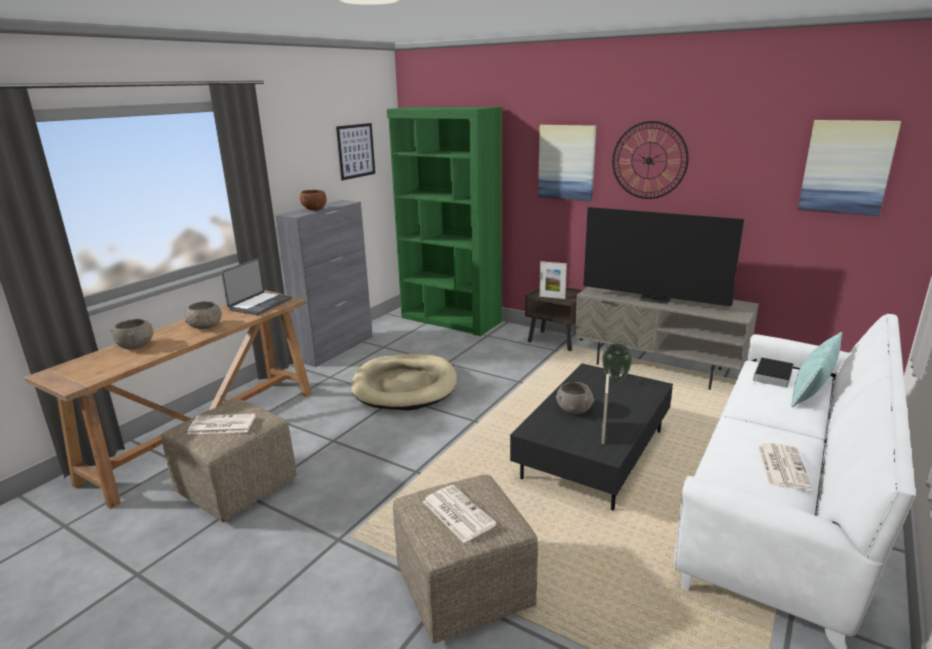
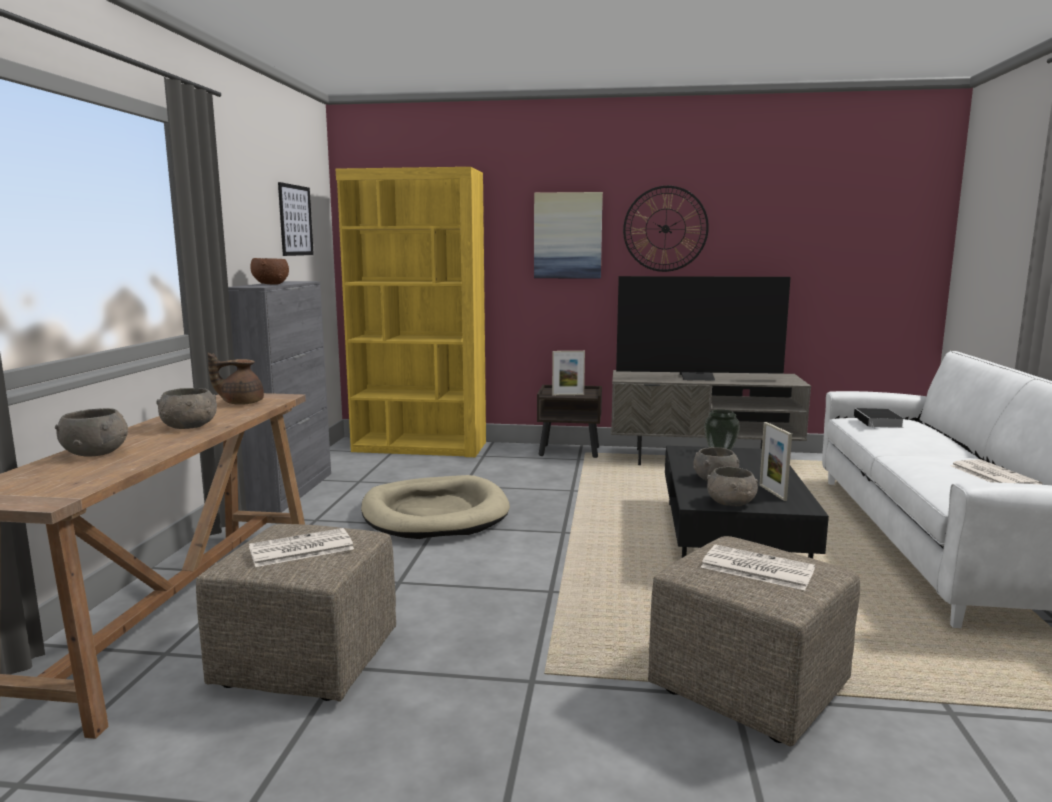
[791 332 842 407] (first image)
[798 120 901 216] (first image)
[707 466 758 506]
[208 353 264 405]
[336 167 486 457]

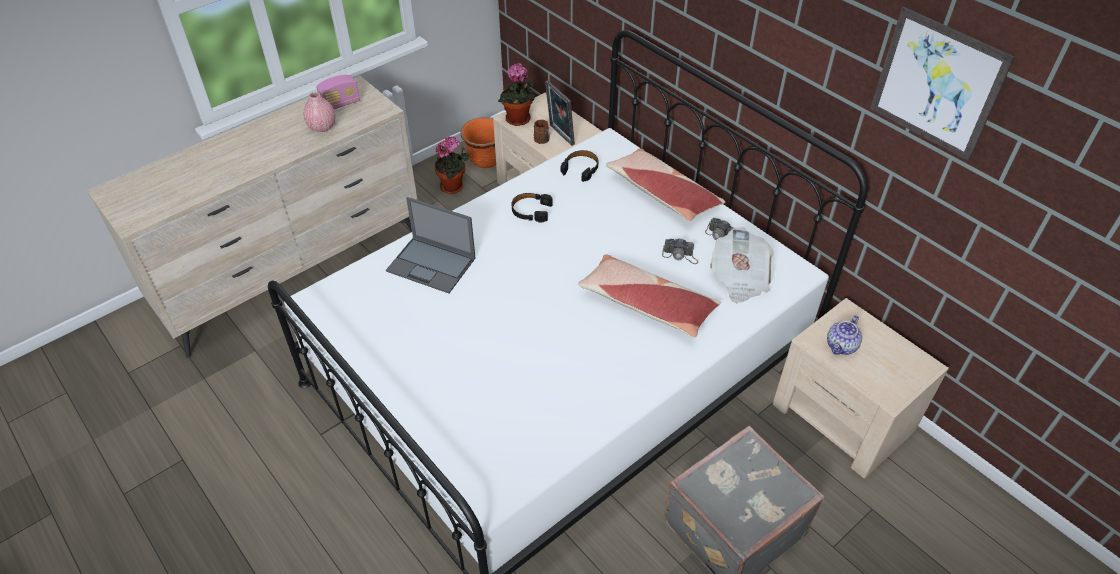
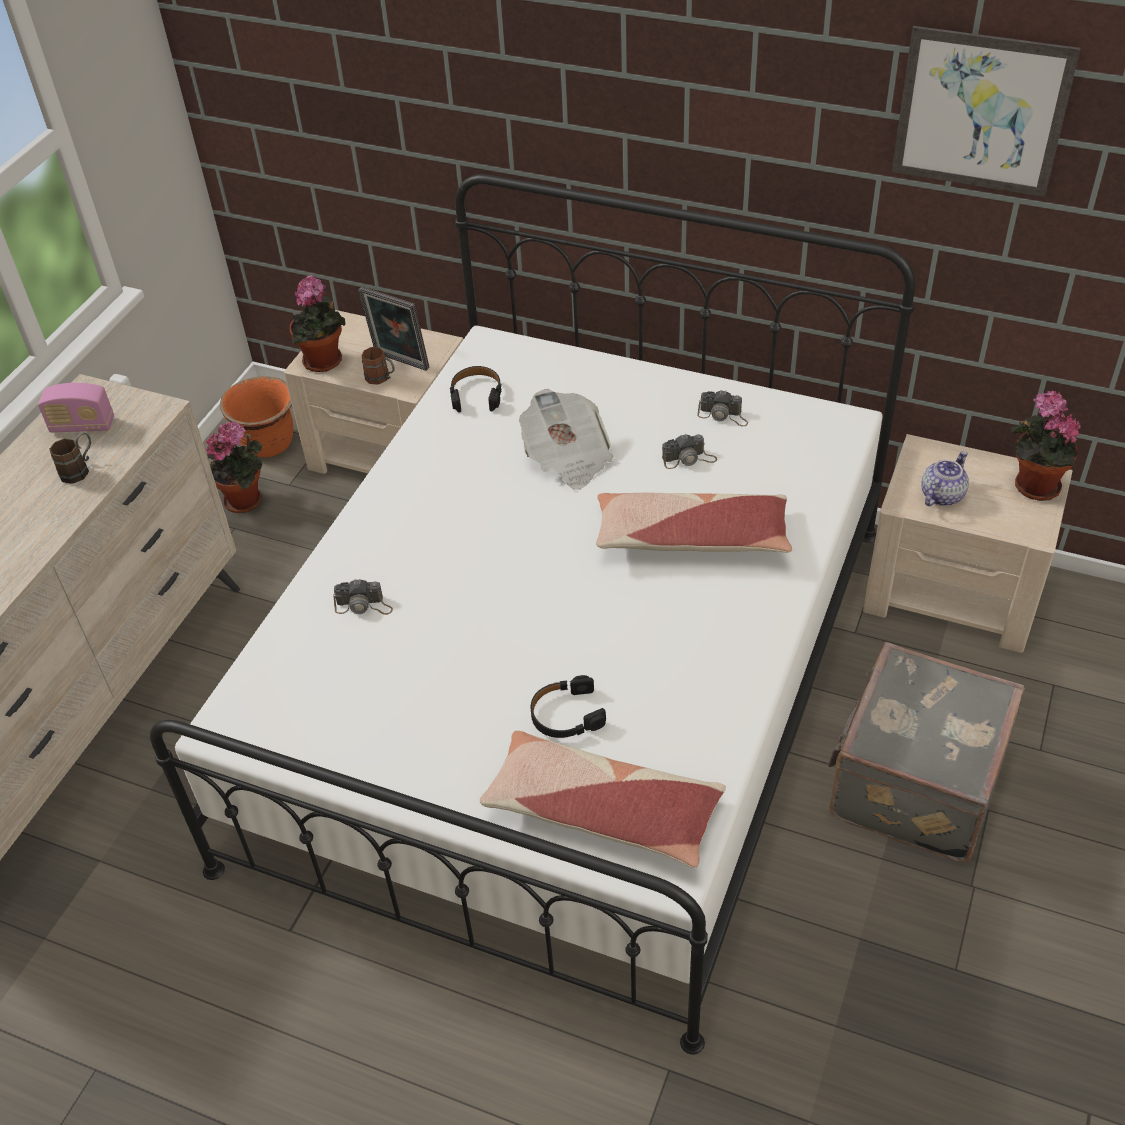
[1011 390 1081 501]
[531 675 606 738]
[480 731 726 868]
[519 389 614 490]
[49 432 91 484]
[333 579 393 615]
[38 383 114 433]
[921 451 969 506]

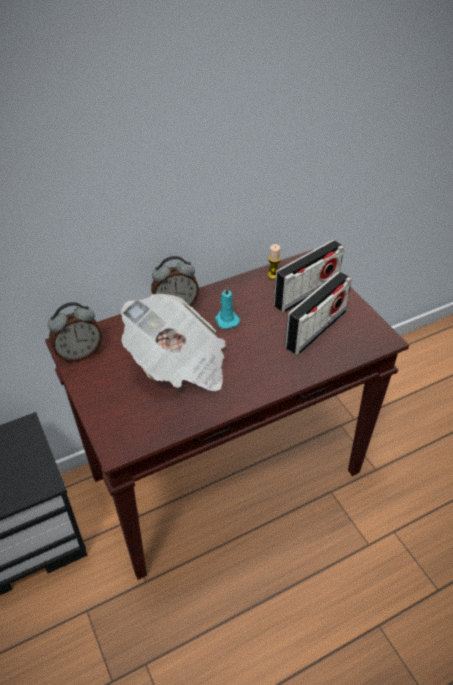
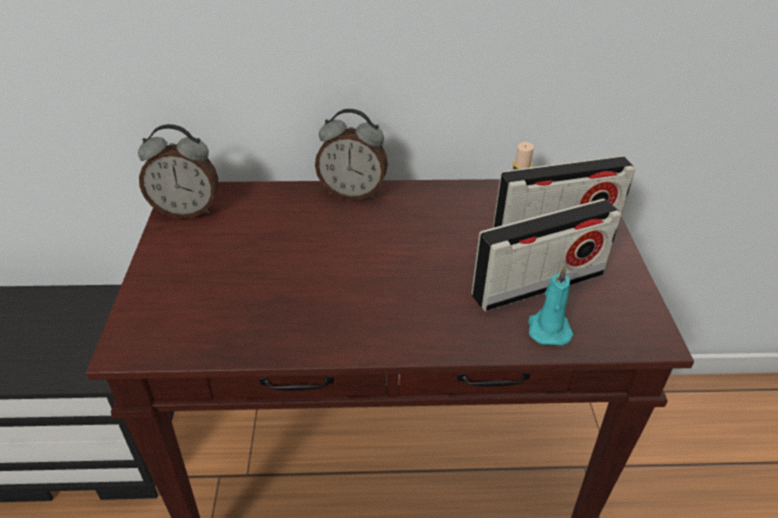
[121 294 226 392] (first image)
[528 266 573 346]

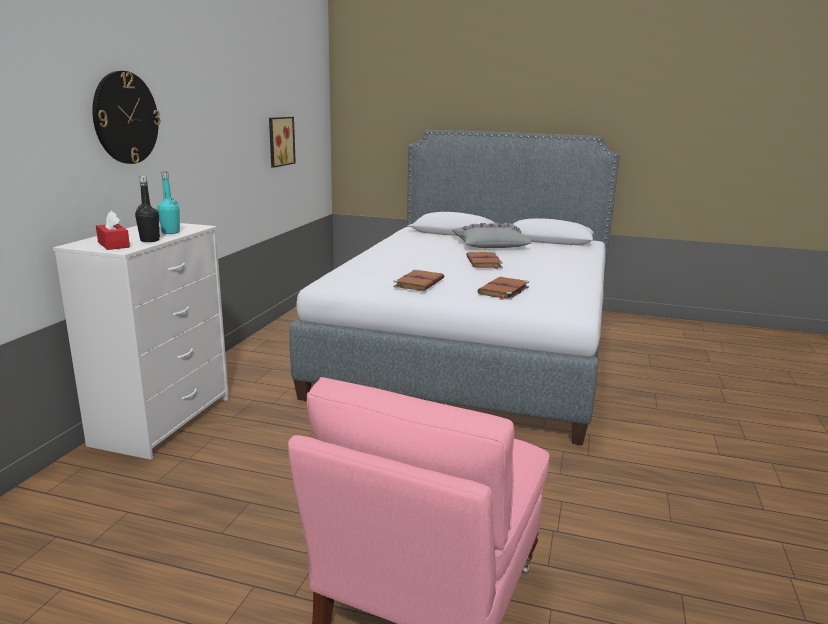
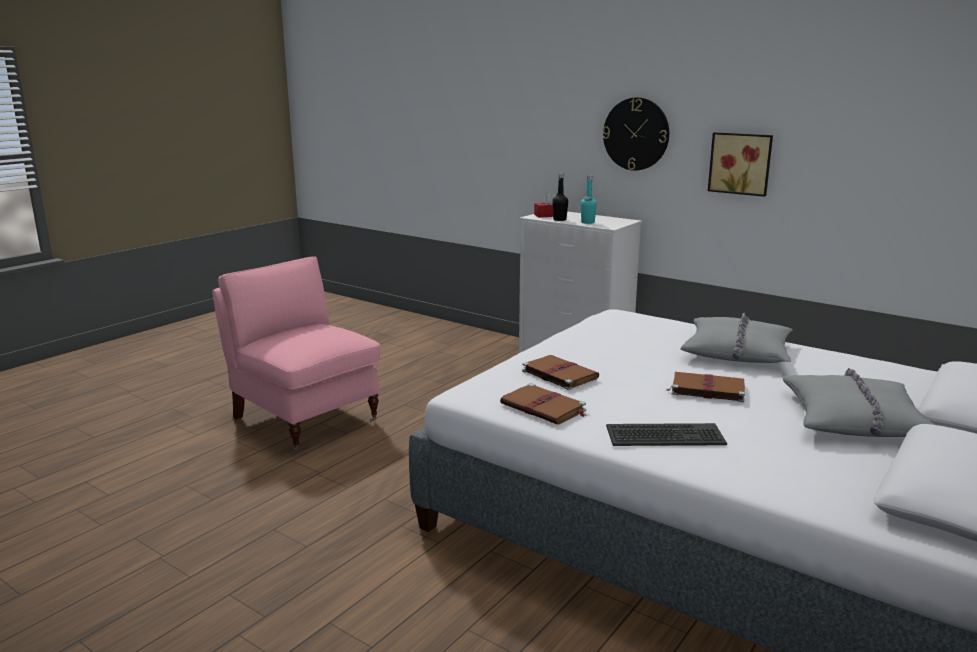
[606 423 727 446]
[681 313 792 363]
[708 132 773 197]
[500 383 586 424]

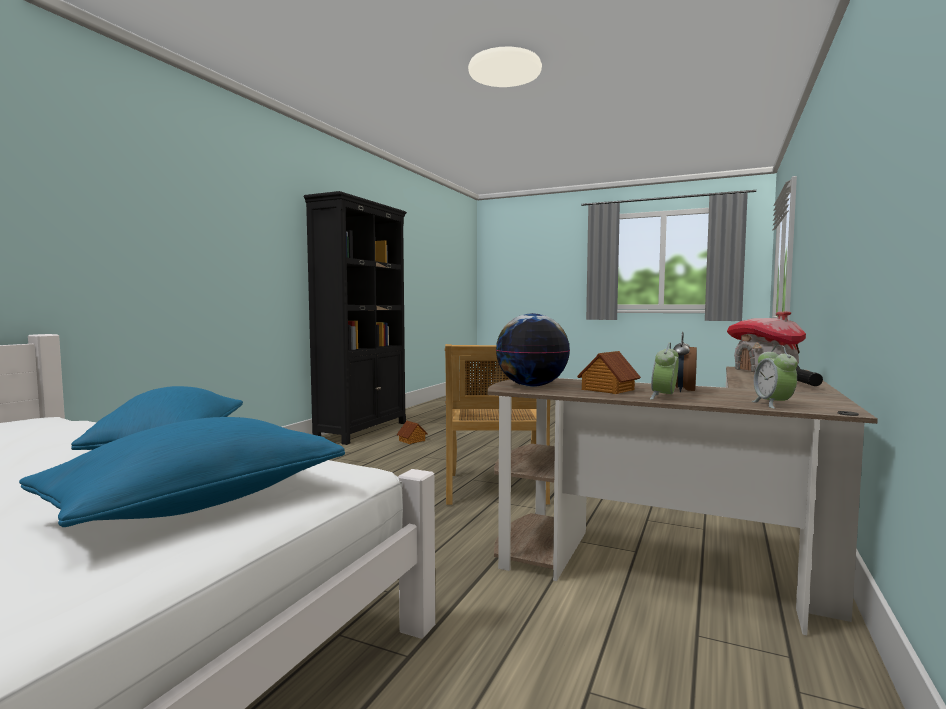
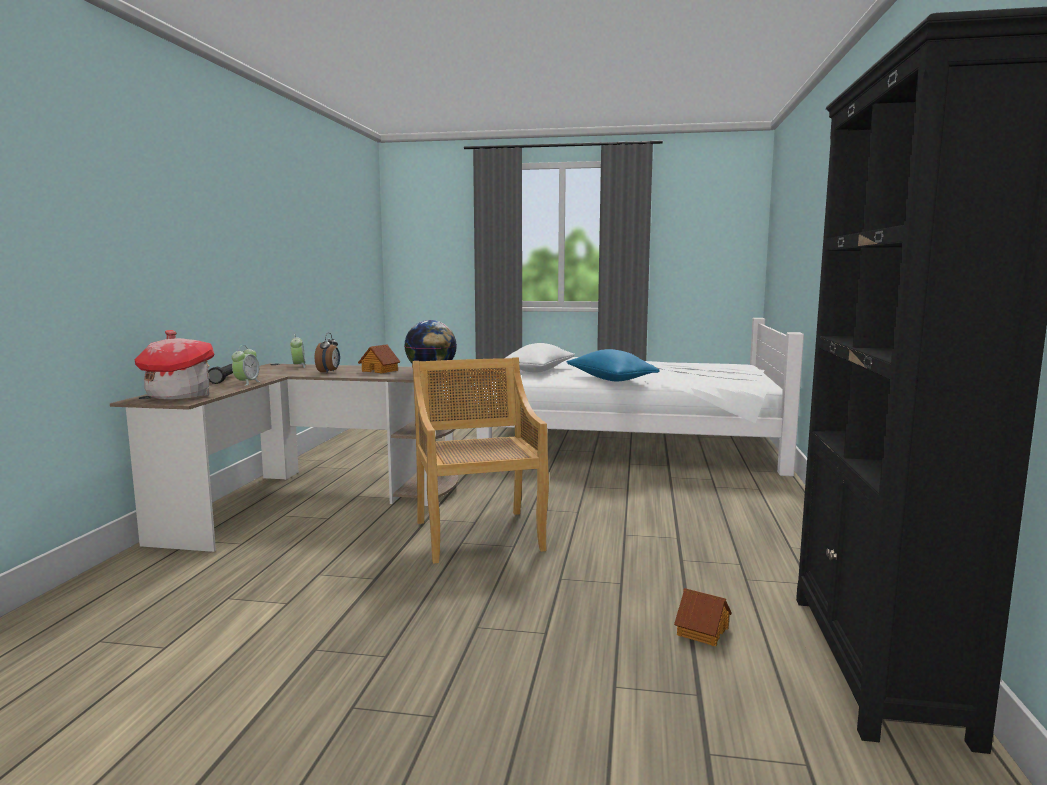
[232 345 261 386]
[506 343 575 373]

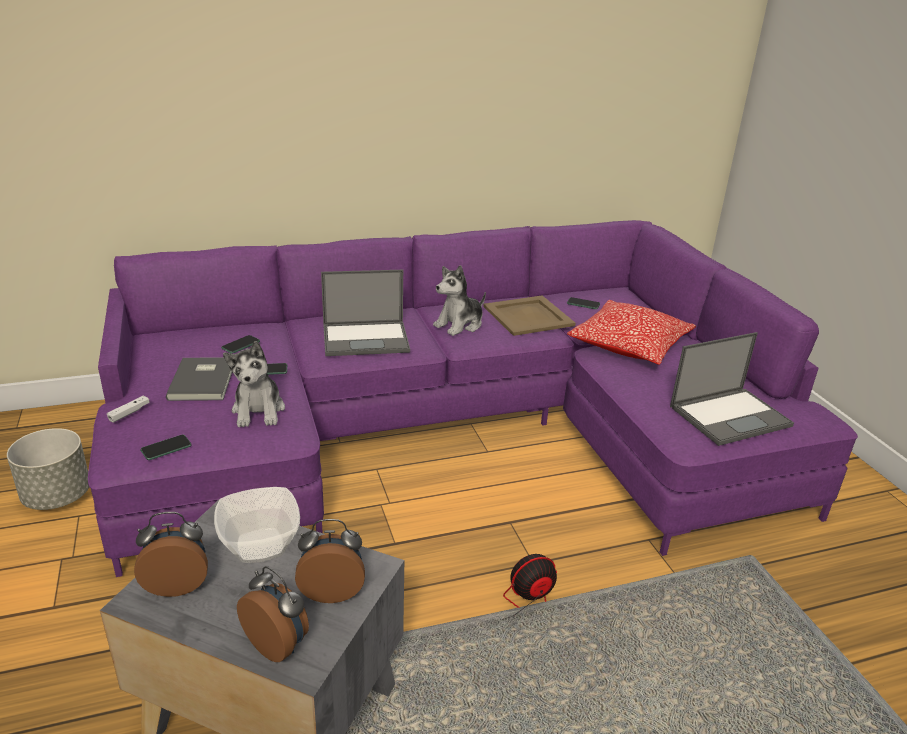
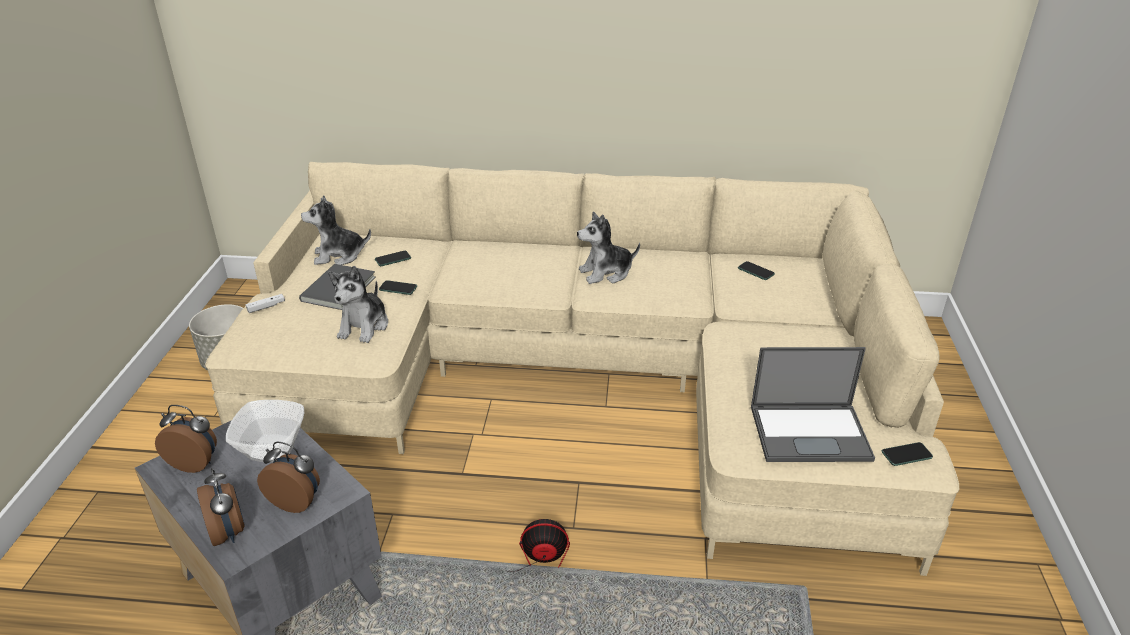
[321 270 410 356] (first image)
[483 296 576 336] (first image)
[567 300 696 365] (first image)
[301 195 371 265]
[882 442 933 466]
[205 162 959 576]

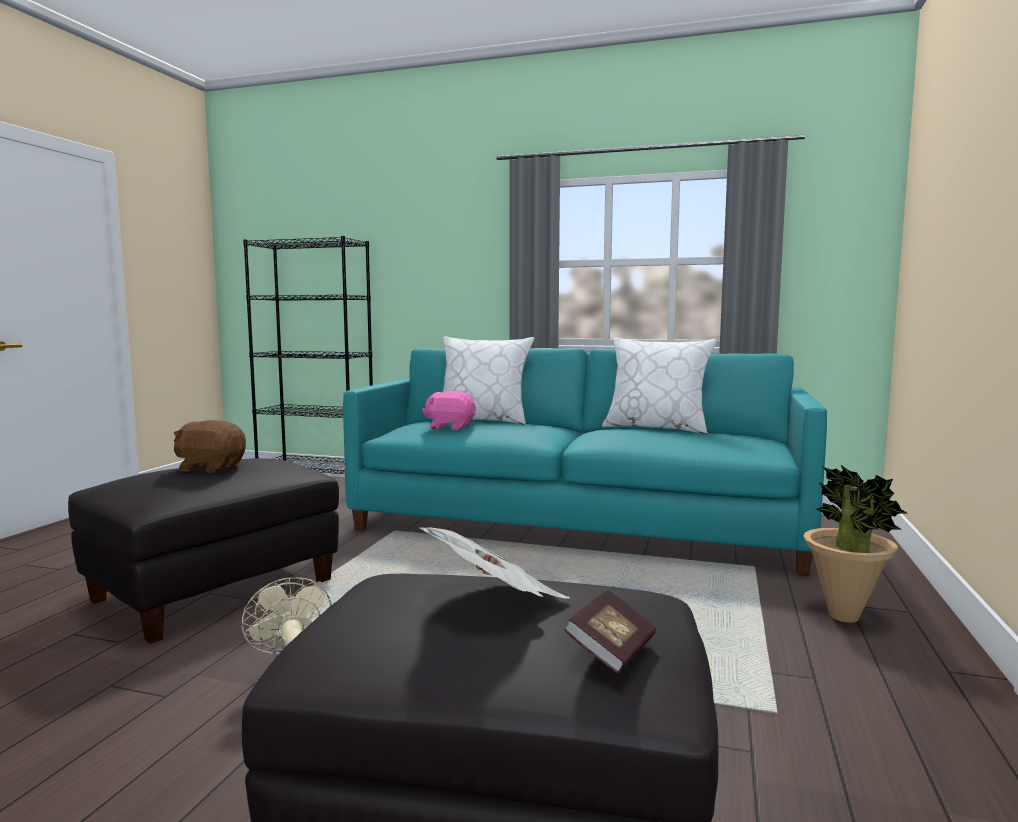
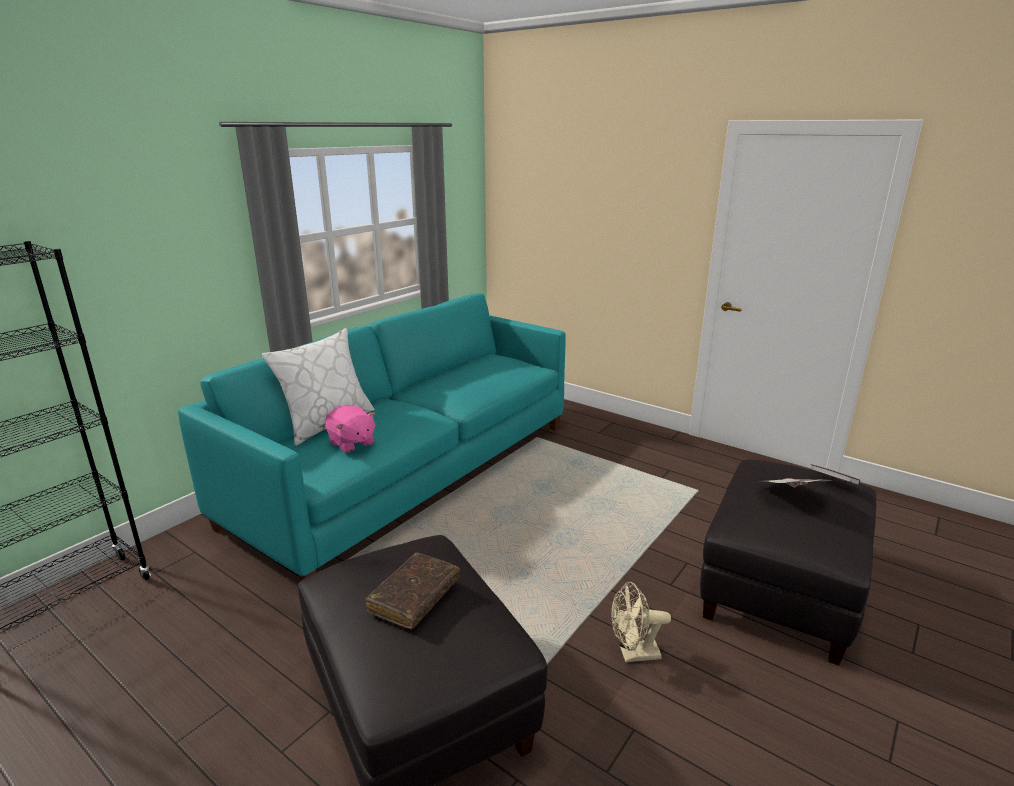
[602 338 717 434] (first image)
[804 465 907 623] (first image)
[365 553 460 629]
[325 405 376 453]

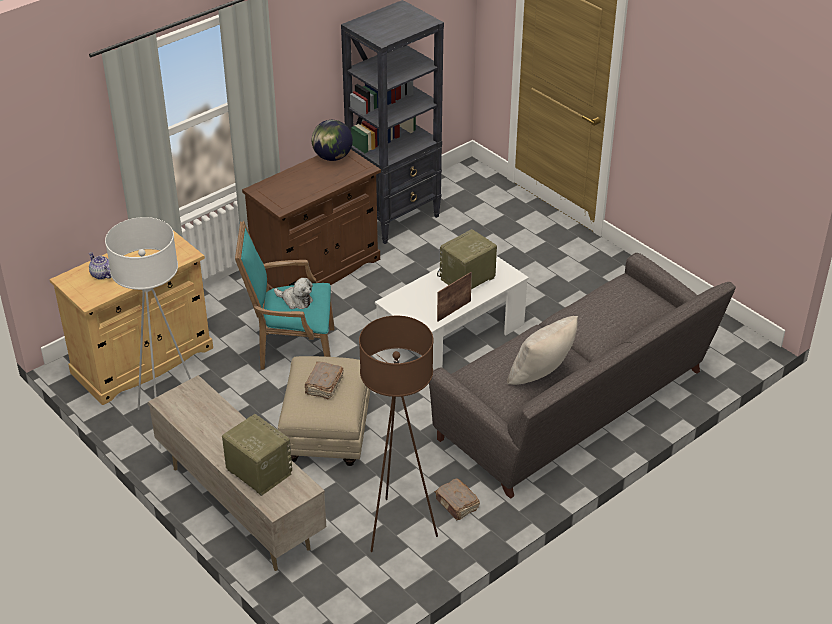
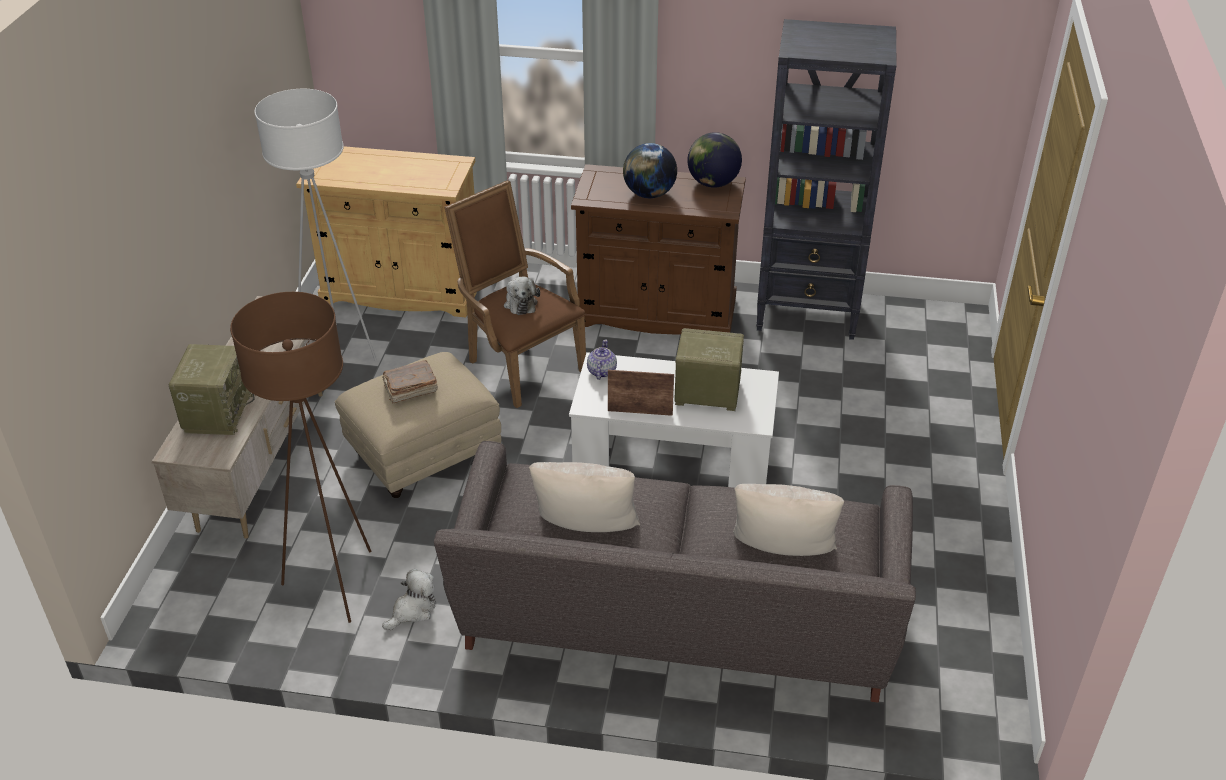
[623 143 677 198]
[733 484 844 556]
[587 339 617 380]
[382 569 436 630]
[445 180 586 408]

